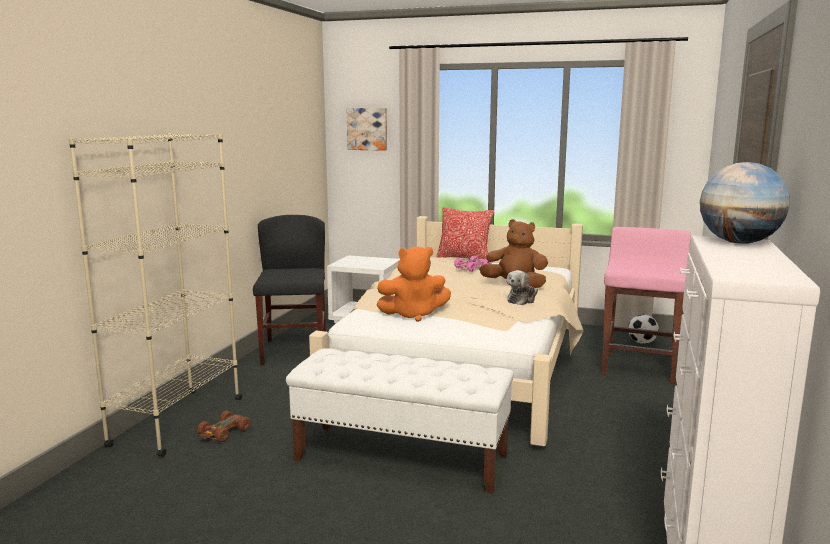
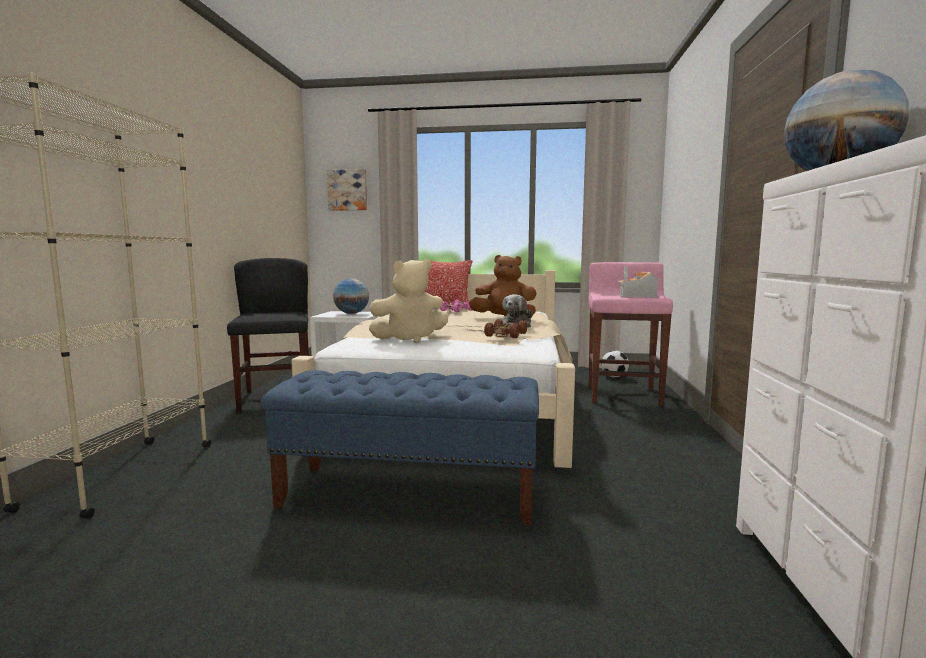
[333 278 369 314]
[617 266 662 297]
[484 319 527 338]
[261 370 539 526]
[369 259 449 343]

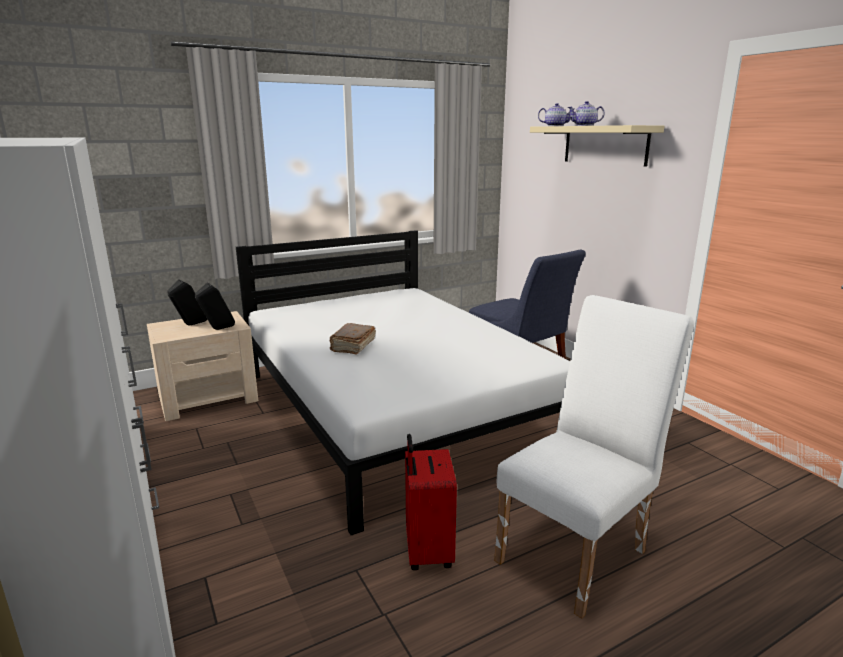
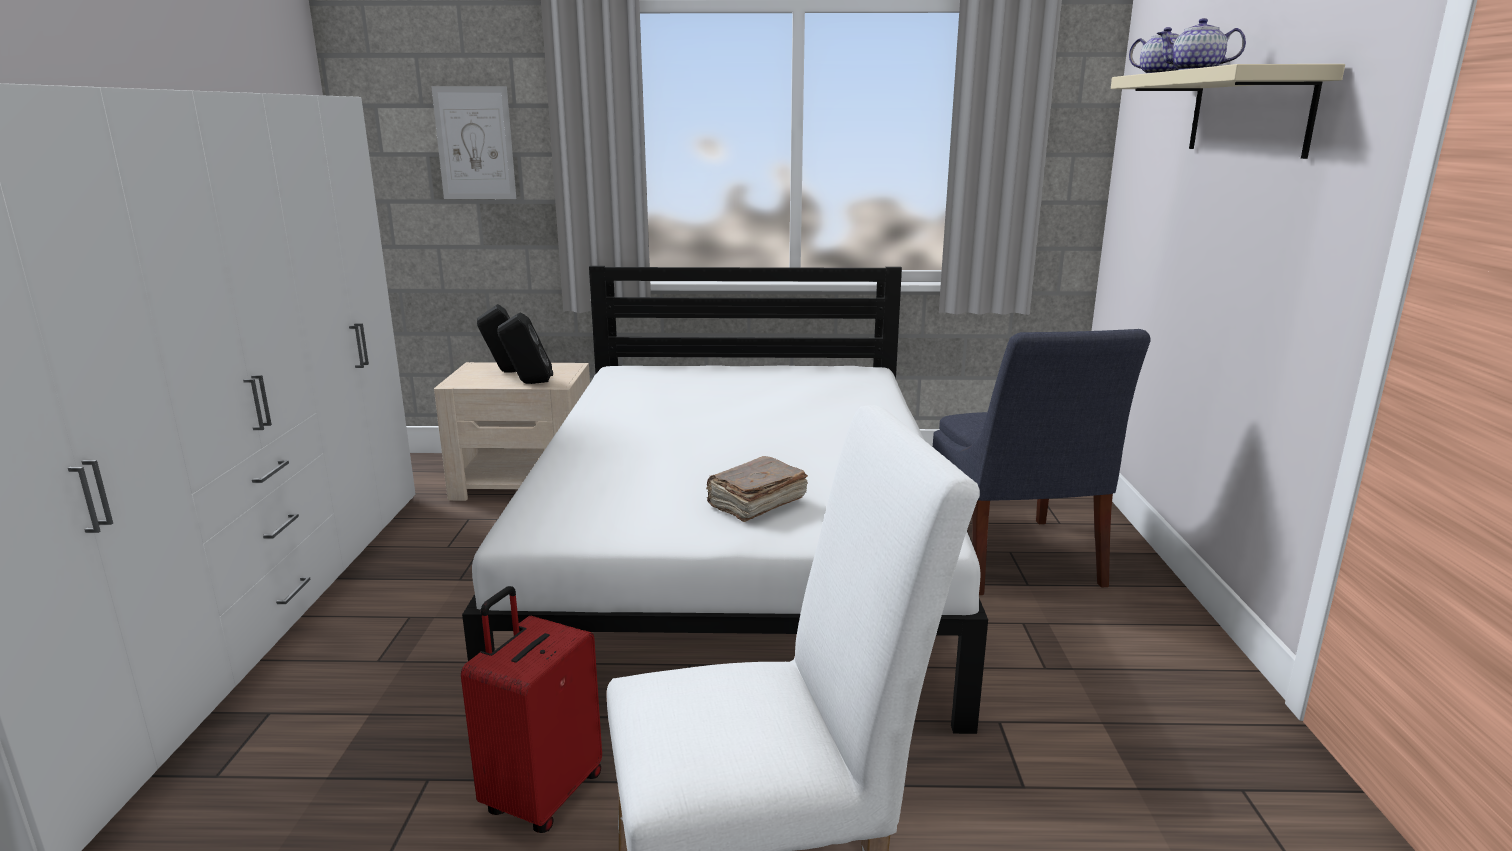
[431 86 516 199]
[706 456 808 522]

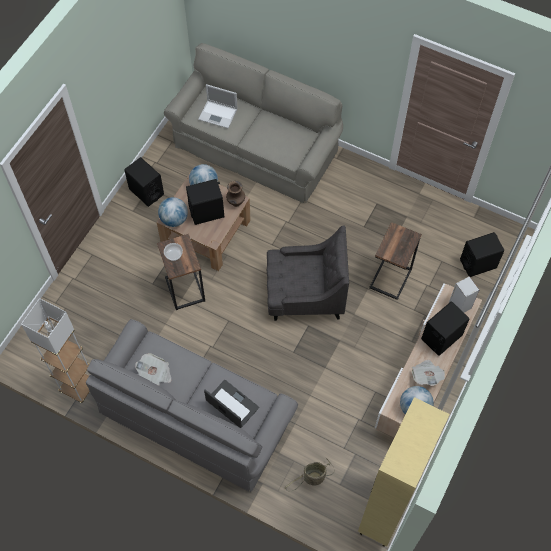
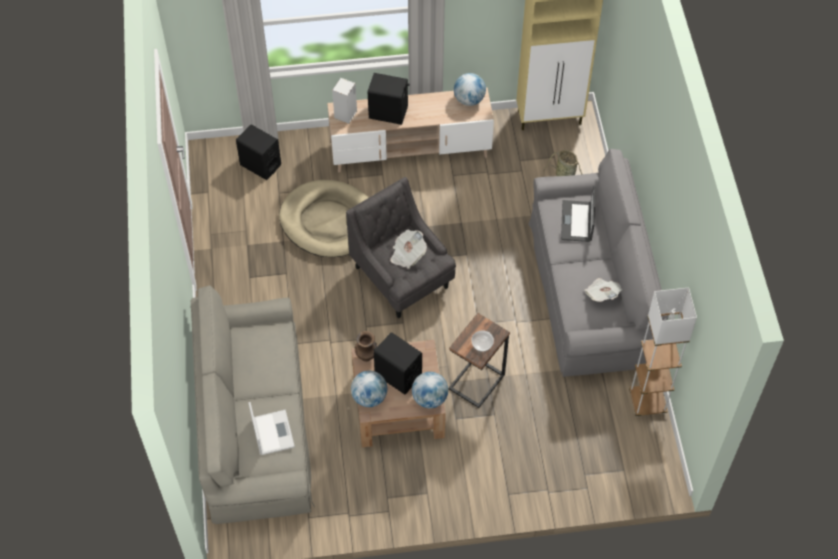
[125 157 164 207] (first image)
[390 230 427 269]
[279 180 369 257]

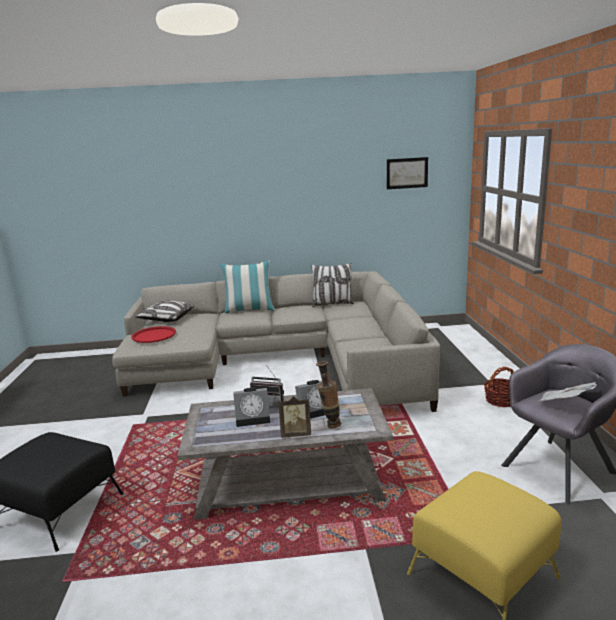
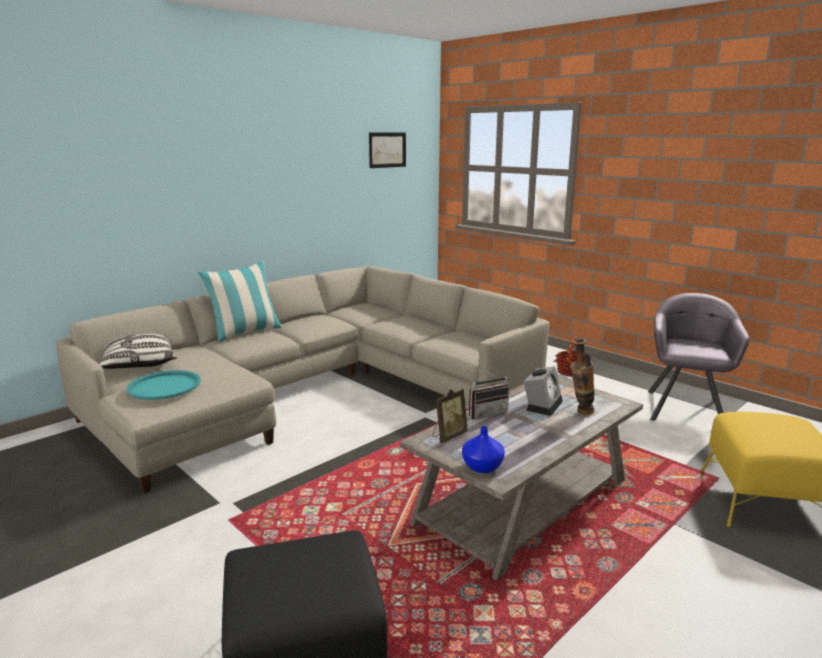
[233 387 270 427] (first image)
[311 263 354 307] (first image)
[540 382 597 401] (first image)
[462 426 505 473]
[432 389 468 443]
[127 370 201 400]

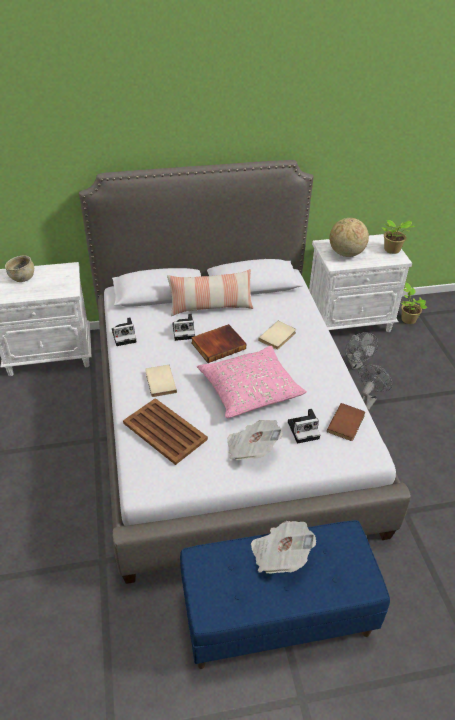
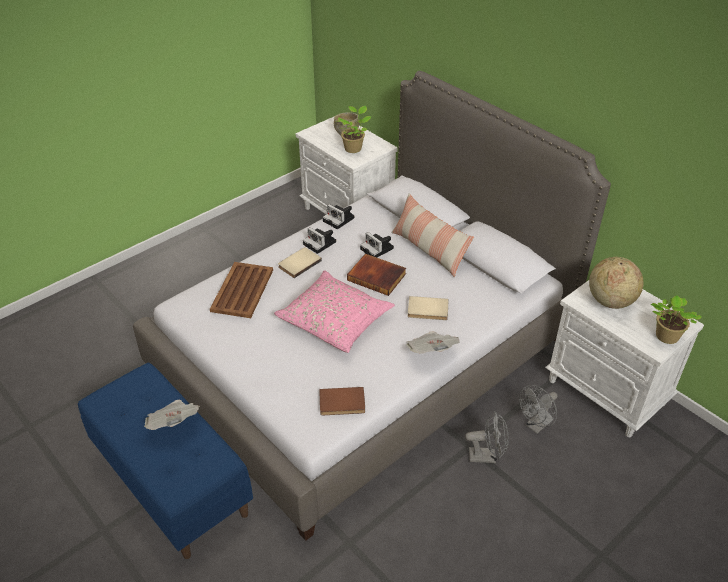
[407 331 460 354]
[303 227 336 254]
[337 106 372 153]

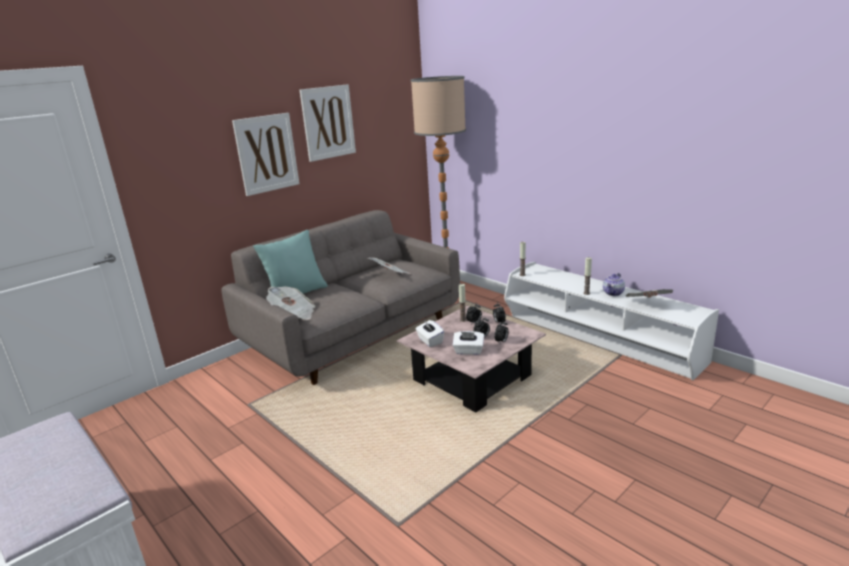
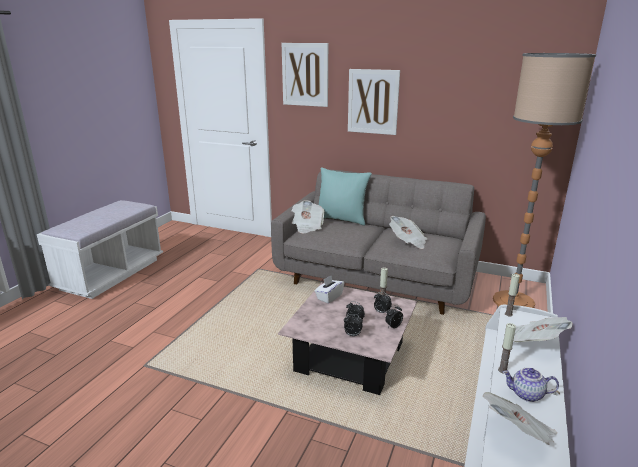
[453 331 484 355] (first image)
[513 317 573 342]
[282 43 328 107]

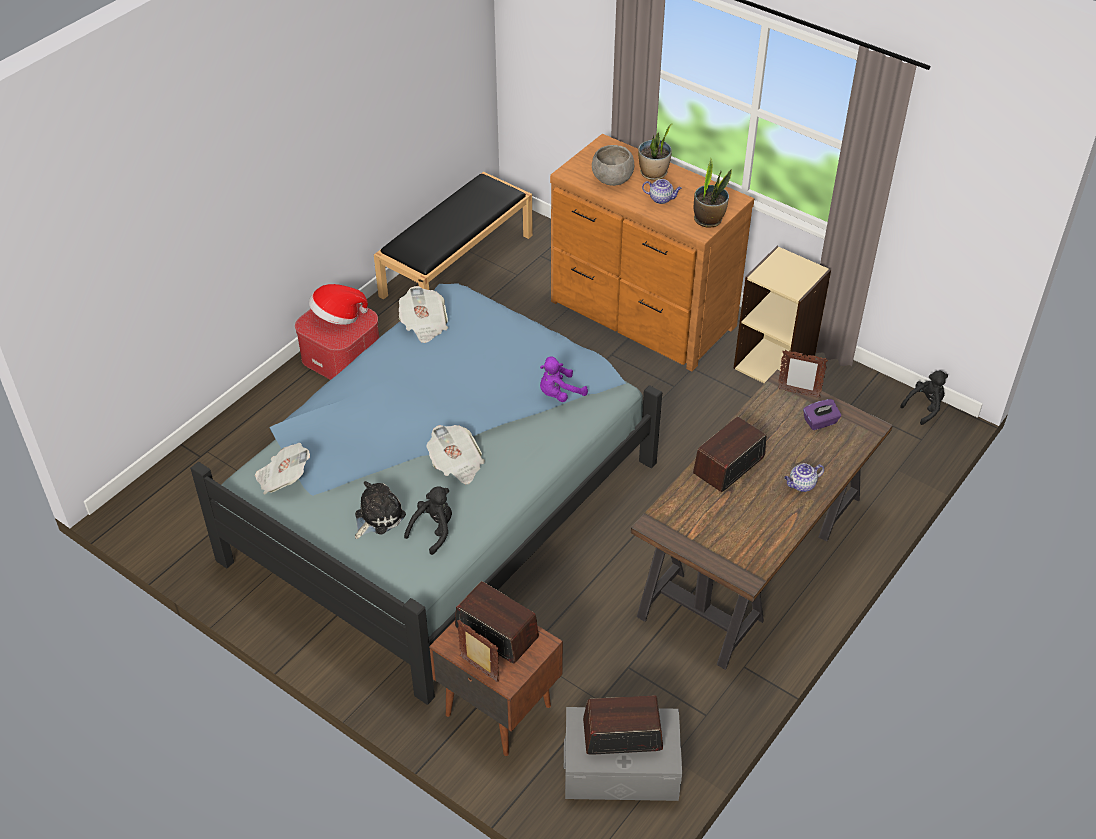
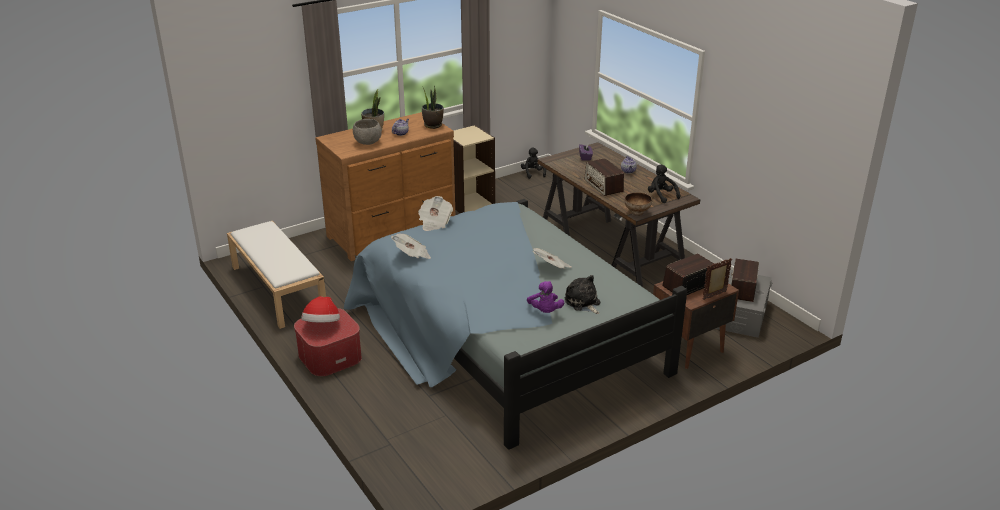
[778 350 828 398] (first image)
[624 192 652 216]
[418 196 453 231]
[648 164 681 203]
[527 281 564 313]
[227 221 326 329]

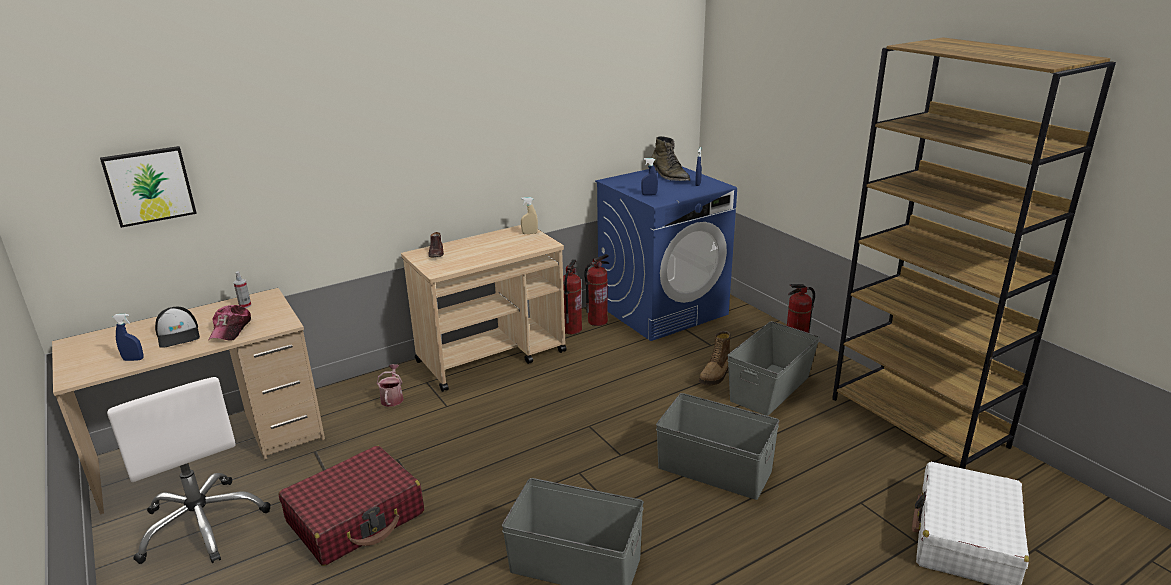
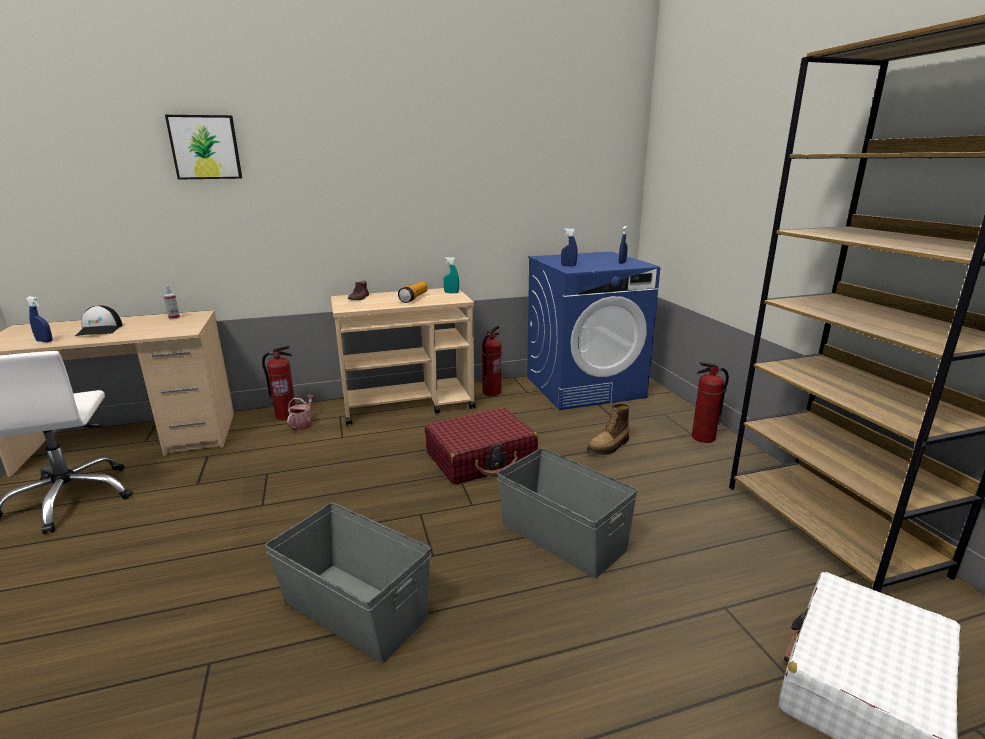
[208 305 251 341] (first image)
[652 136 690 181] (first image)
[727 321 820 416] (first image)
[398 282 428 303]
[165 115 242 180]
[425 407 538 485]
[262 345 296 421]
[443 257 459 293]

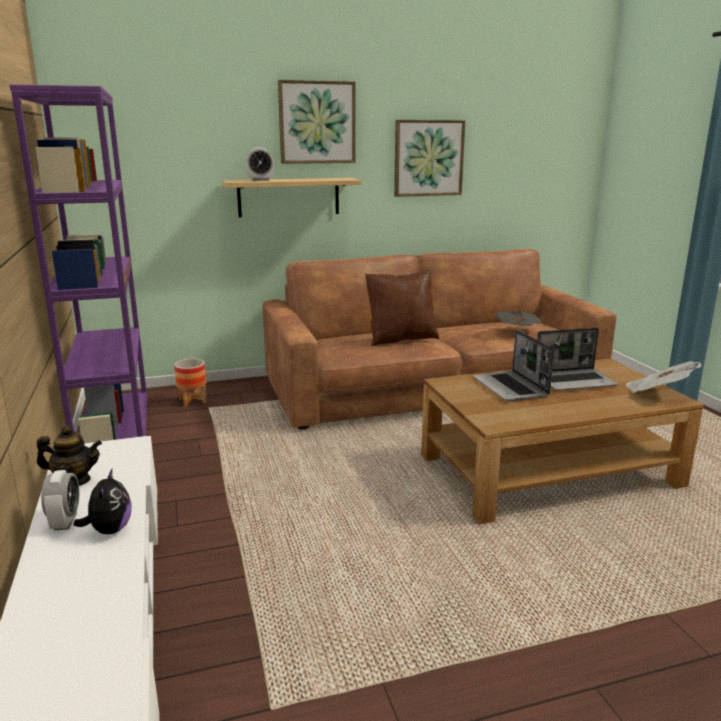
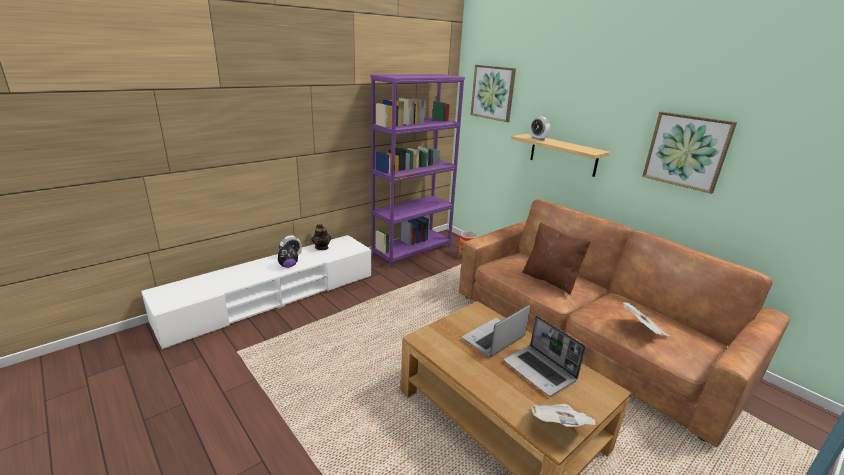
[471 65 516 122]

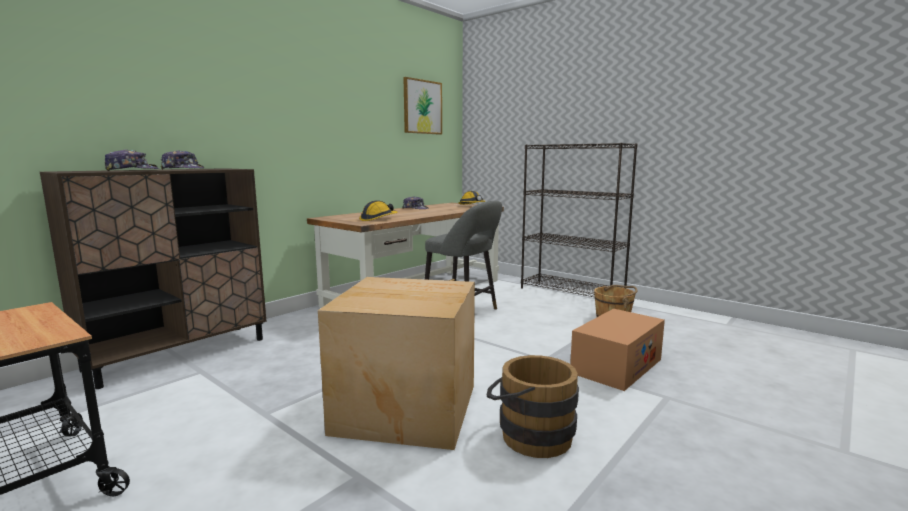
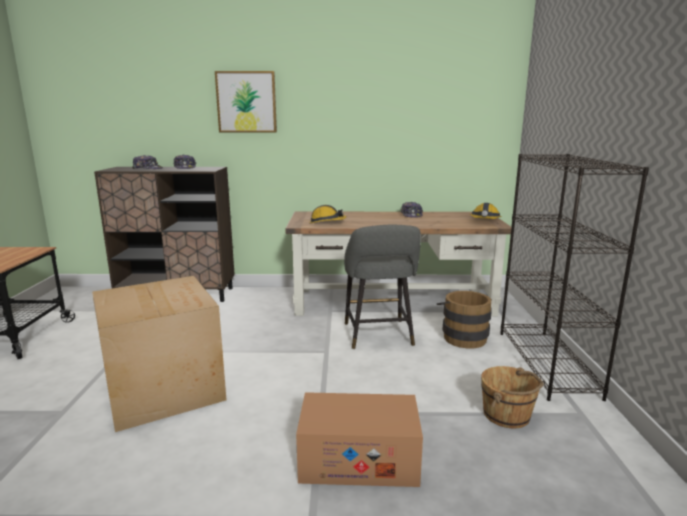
[215 71 277 132]
[437 291 492 348]

